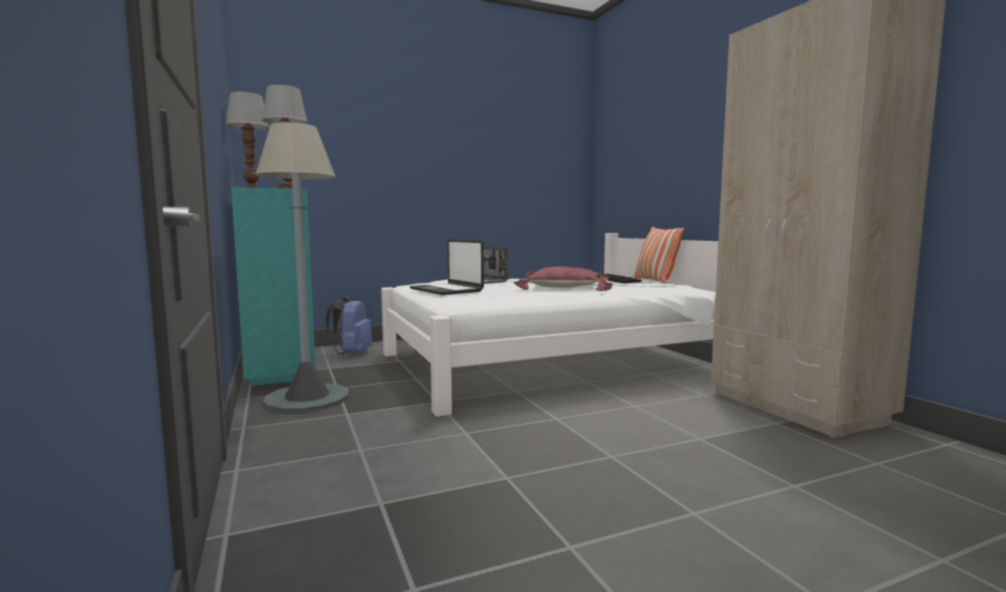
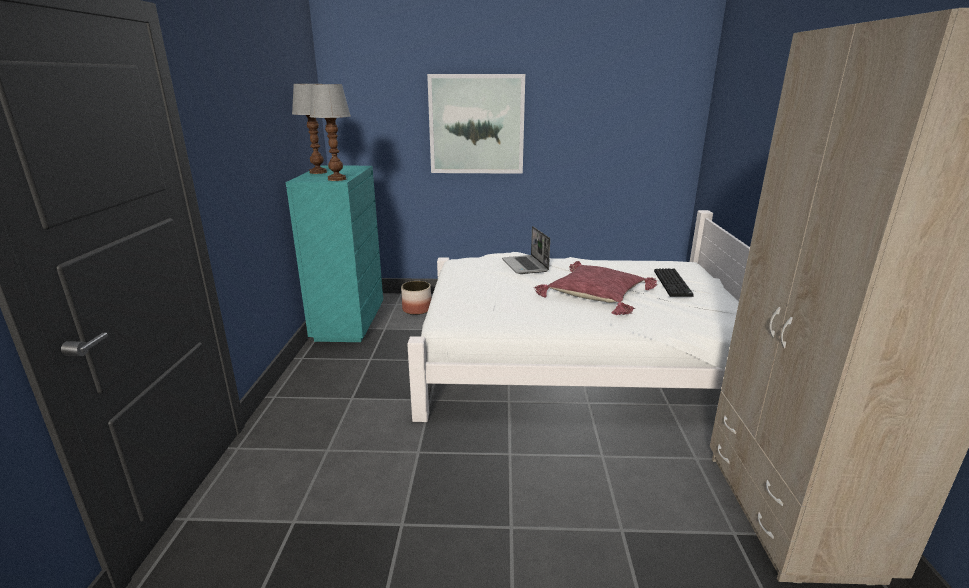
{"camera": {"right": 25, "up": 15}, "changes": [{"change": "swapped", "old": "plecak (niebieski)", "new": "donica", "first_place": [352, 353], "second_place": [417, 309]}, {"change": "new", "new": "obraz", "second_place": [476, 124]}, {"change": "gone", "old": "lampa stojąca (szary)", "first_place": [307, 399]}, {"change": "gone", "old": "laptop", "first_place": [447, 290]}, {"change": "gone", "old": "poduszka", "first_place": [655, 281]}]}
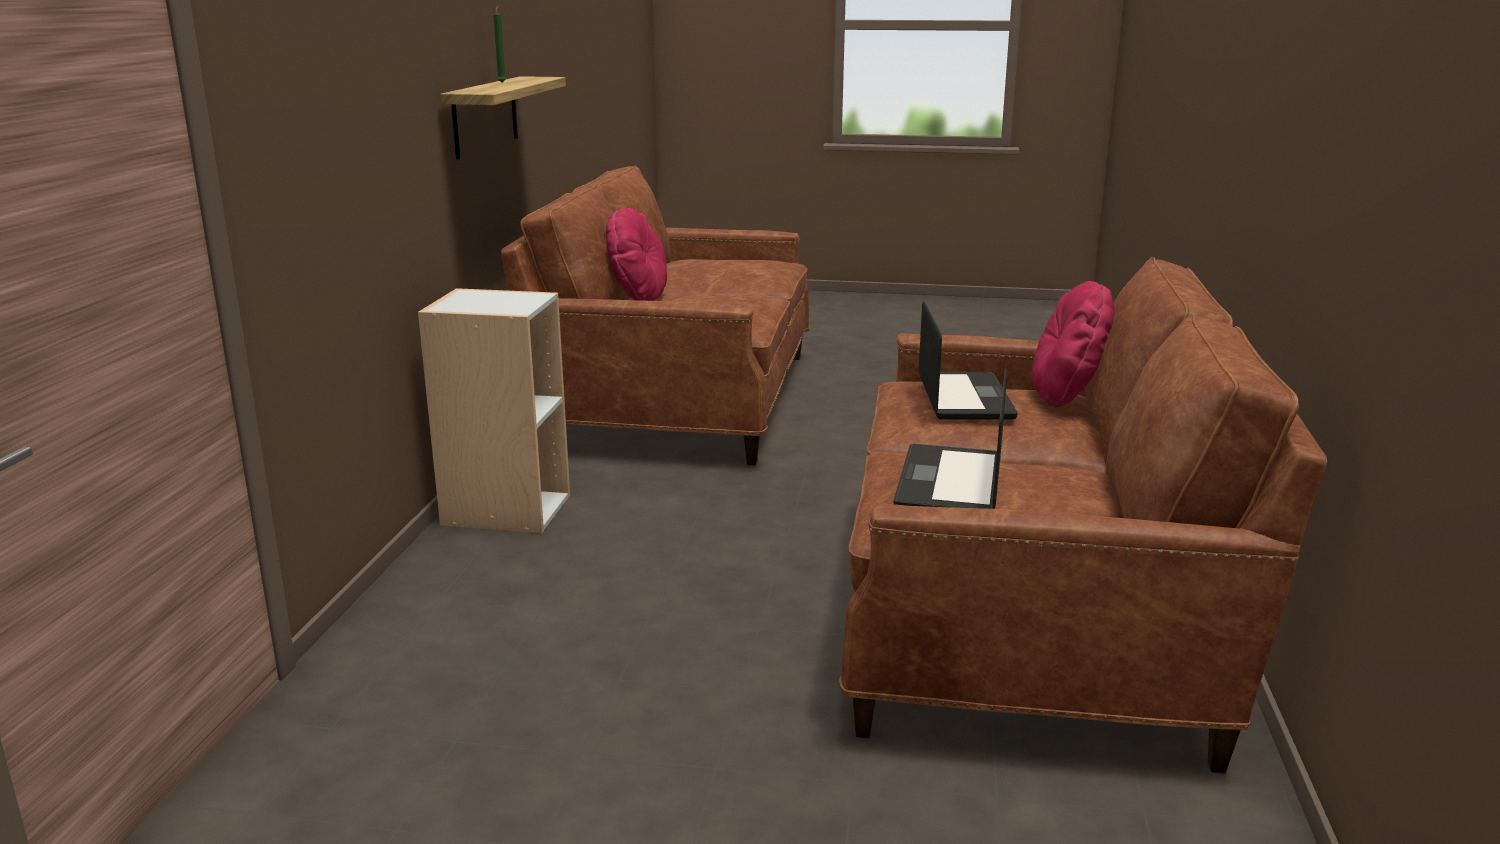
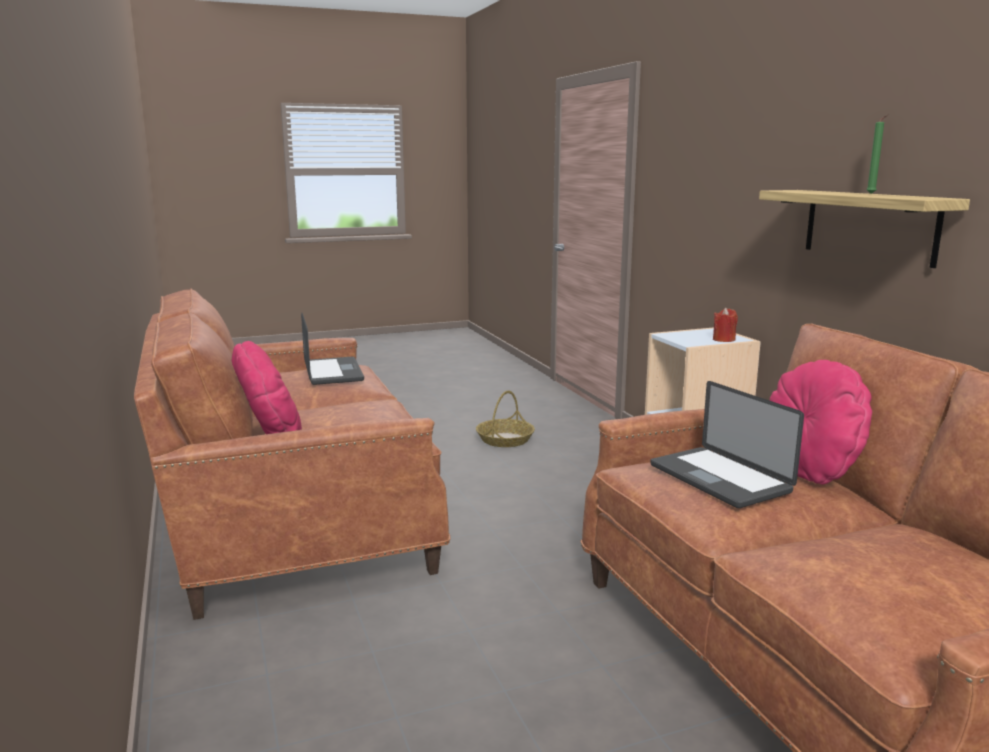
{"camera": {"right": 150, "up": -5}, "changes": [{"change": "new", "new": "koszyk", "second_place": [505, 439]}, {"change": "shifted", "old": "laptop", "first_place": [964, 398], "second_place": [719, 478]}, {"change": "new", "new": "świeca (czerwony)", "second_place": [723, 339]}]}
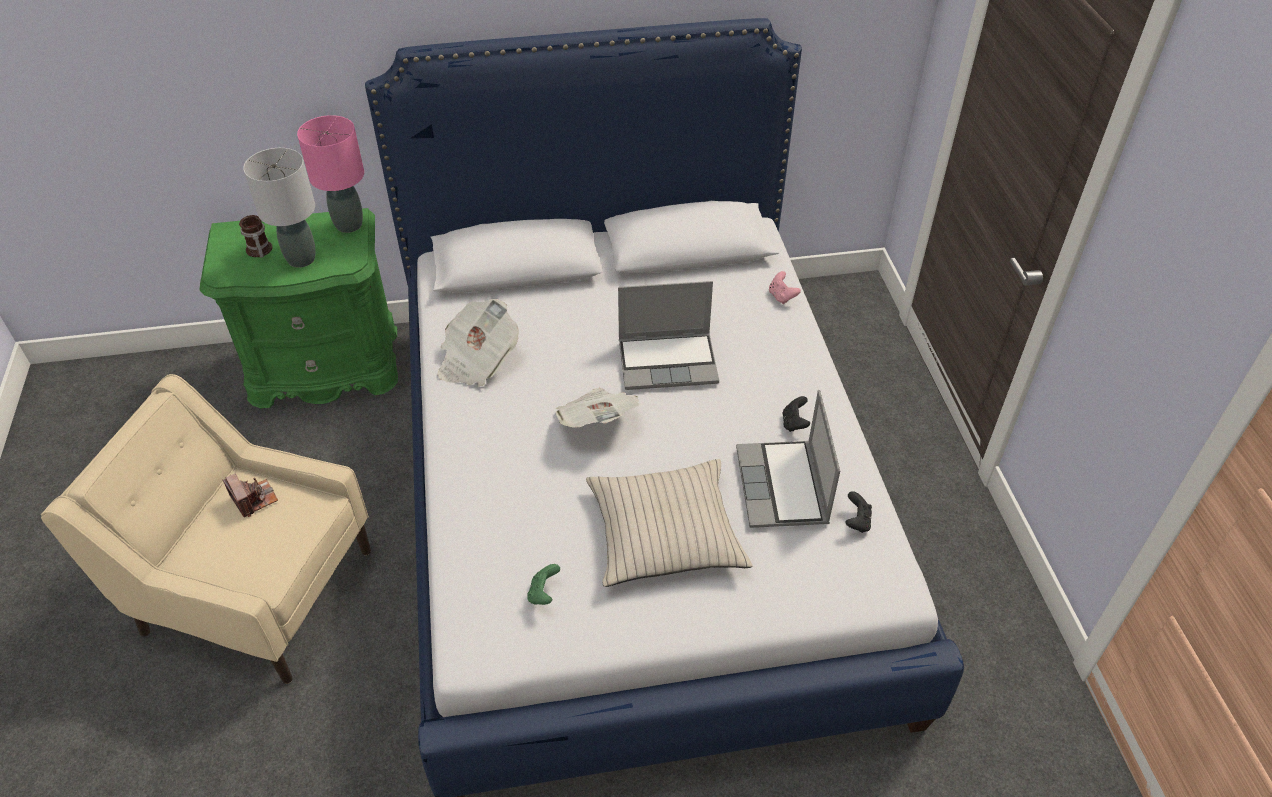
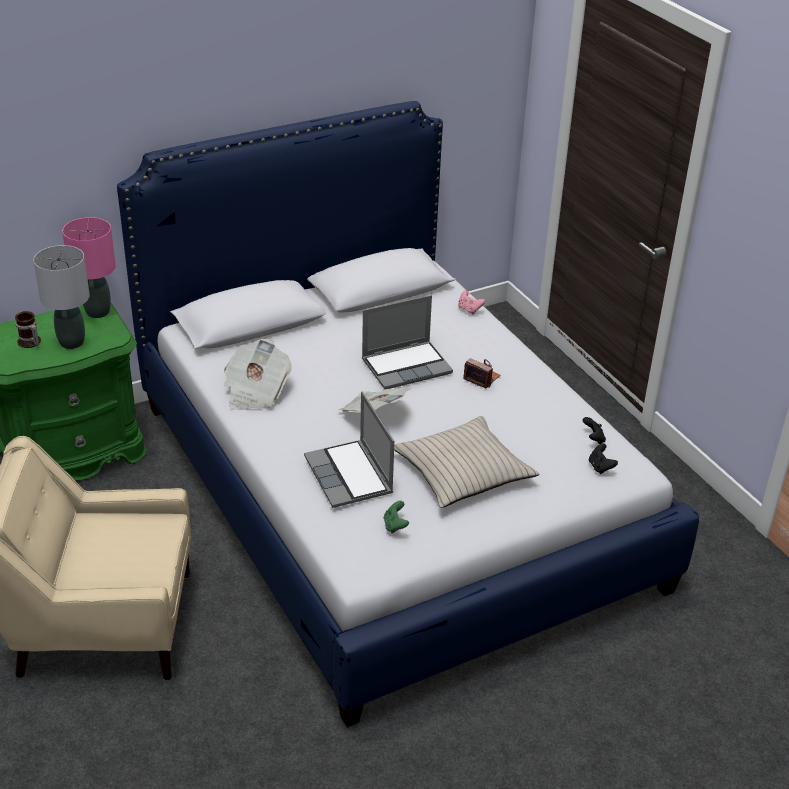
{"camera": {"right": -20, "up": -10}, "changes": [{"change": "shifted", "old": "laptop", "first_place": [783, 487], "second_place": [350, 476]}, {"change": "shifted", "old": "aparat fotograficzny", "first_place": [254, 499], "second_place": [482, 378]}, {"change": "shifted", "old": "pad do gier (czarny)", "first_place": [794, 423], "second_place": [600, 467]}]}
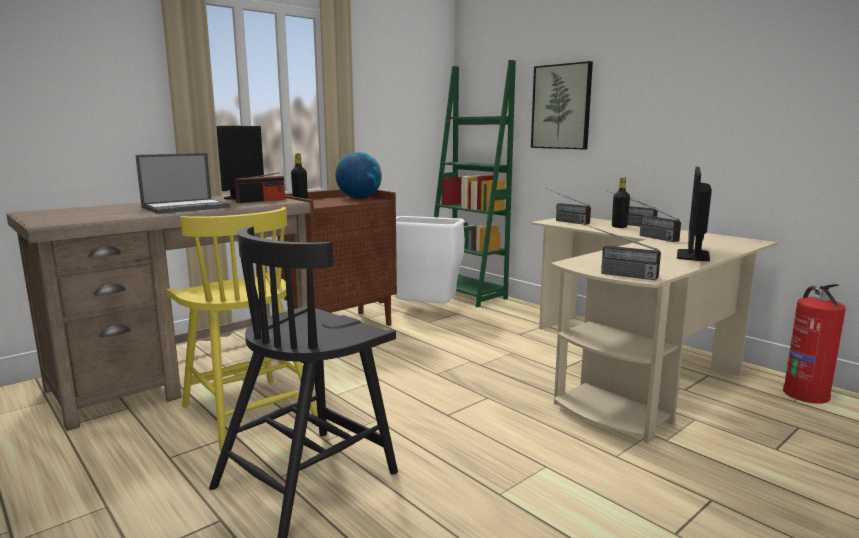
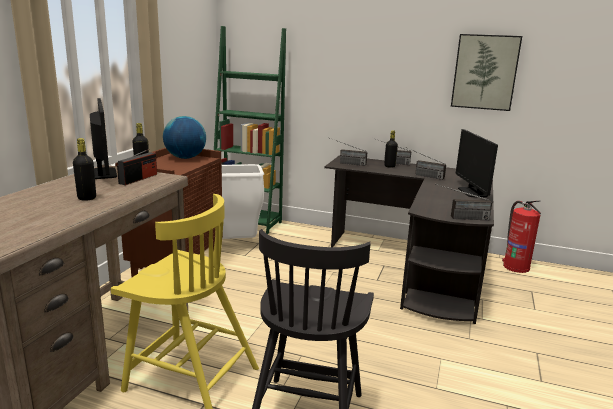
{"camera": {"right": -30, "up": 5}, "changes": [{"change": "swapped", "old": "laptop", "new": "butelka (czarny)", "first_place": [187, 207], "second_place": [87, 198]}, {"change": "repainted", "old": "biurko (beżowy)", "new": "biurko (czarny)", "first_place": [634, 366], "second_place": [416, 266]}, {"change": "shifted", "old": "obraz", "first_place": [561, 107], "second_place": [485, 72]}]}
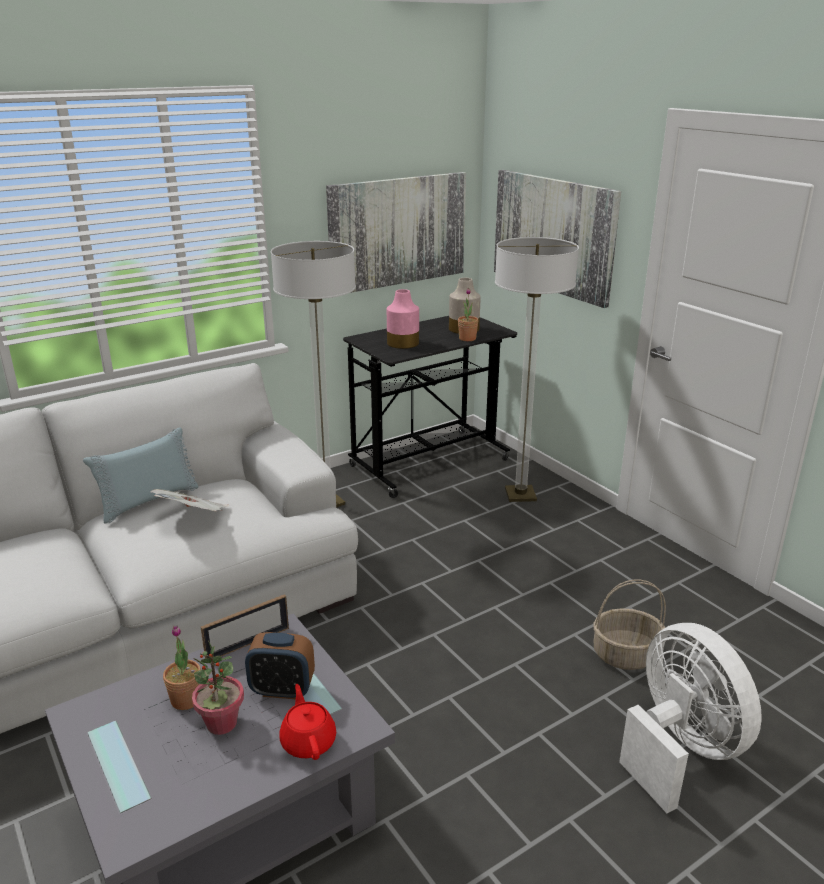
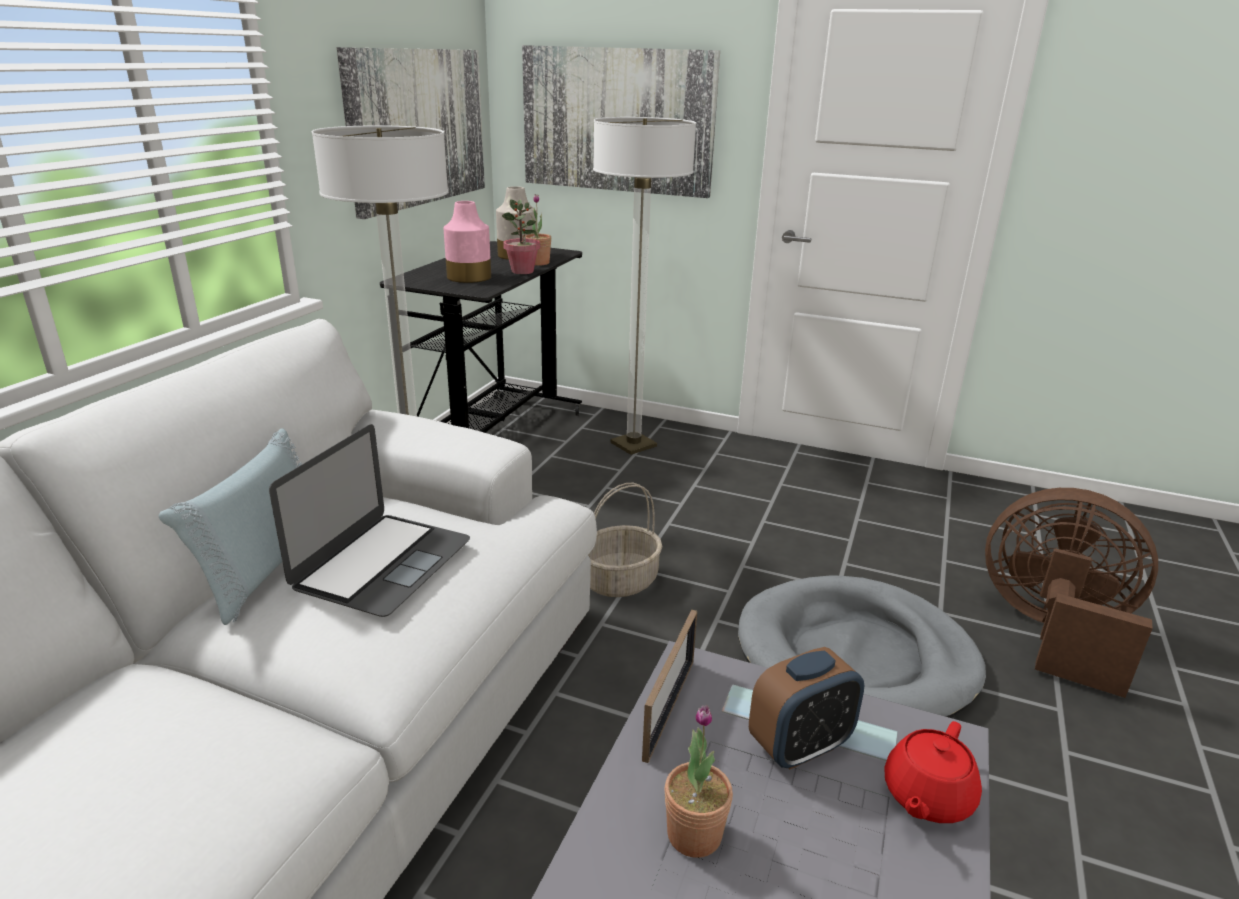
{"camera": {"right": -35, "up": 0}, "changes": [{"change": "swapped", "old": "gazeta", "new": "laptop", "first_place": [194, 517], "second_place": [383, 563]}, {"change": "shifted", "old": "roślina doniczkowa", "first_place": [221, 723], "second_place": [522, 271]}, {"change": "shifted", "old": "koszyk", "first_place": [626, 654], "second_place": [620, 580]}, {"change": "new", "new": "legowisko (szary)", "second_place": [856, 658]}, {"change": "rotated", "old": "imbryk (czerwony)", "first_place": [308, 741], "second_place": [926, 796], "degrees": -90}, {"change": "repainted", "old": "wentylator (biały)", "new": "wentylator (brązowy)", "first_place": [679, 749], "second_place": [1053, 632]}]}
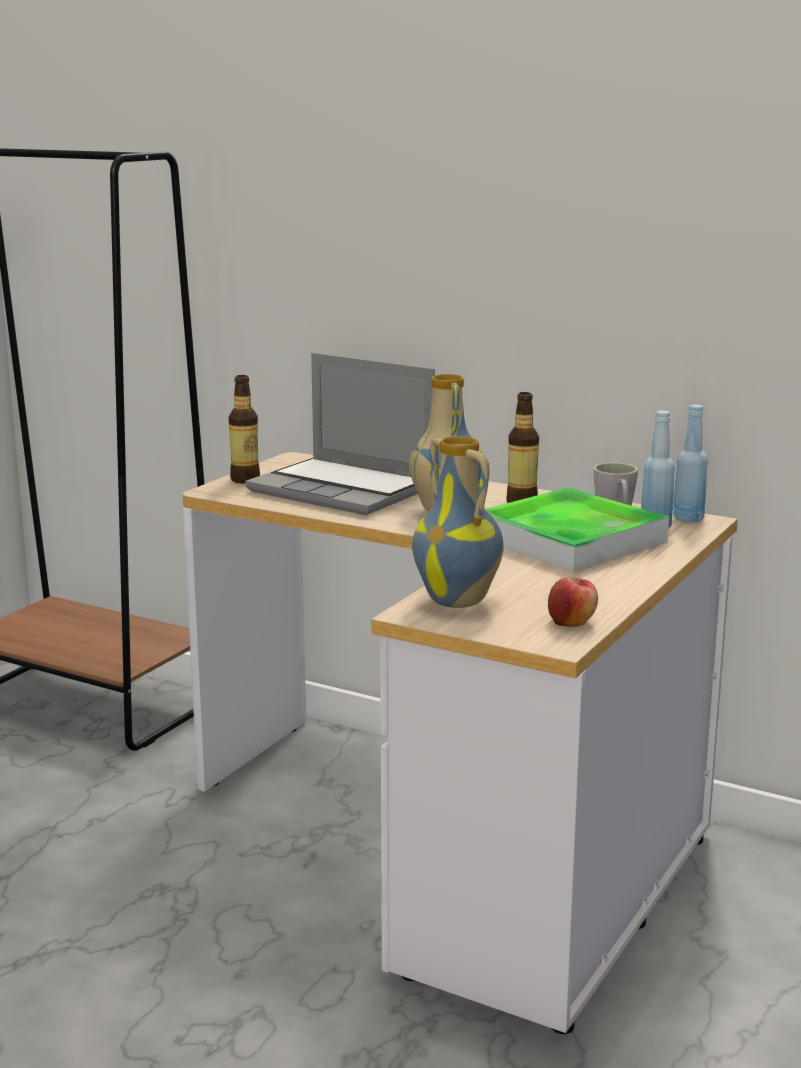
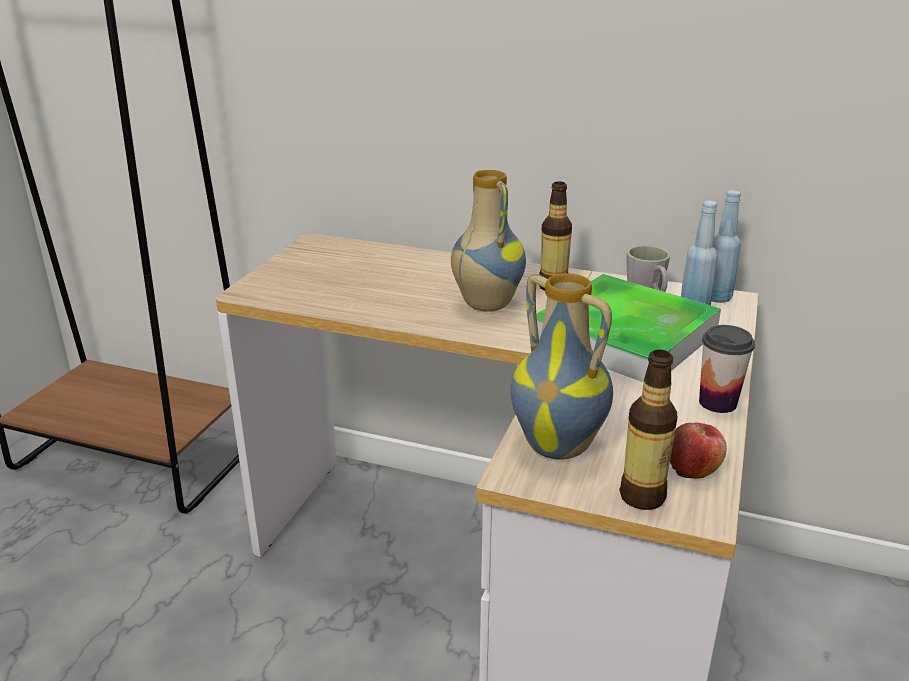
{"camera": {"right": -10, "up": 10}, "changes": [{"change": "shifted", "old": "butelka", "first_place": [245, 479], "second_place": [642, 496]}, {"change": "new", "new": "filiżanka", "second_place": [717, 403]}, {"change": "gone", "old": "laptop", "first_place": [344, 490]}]}
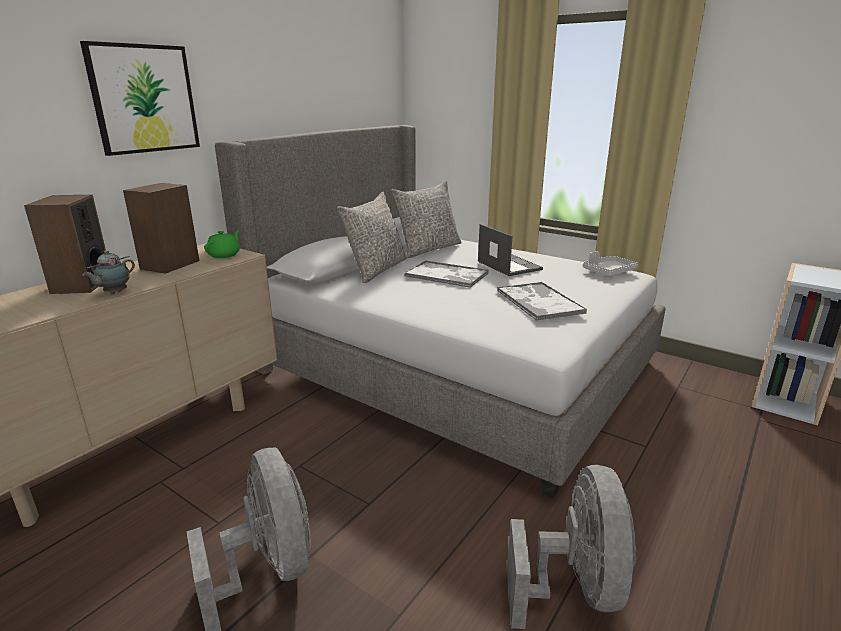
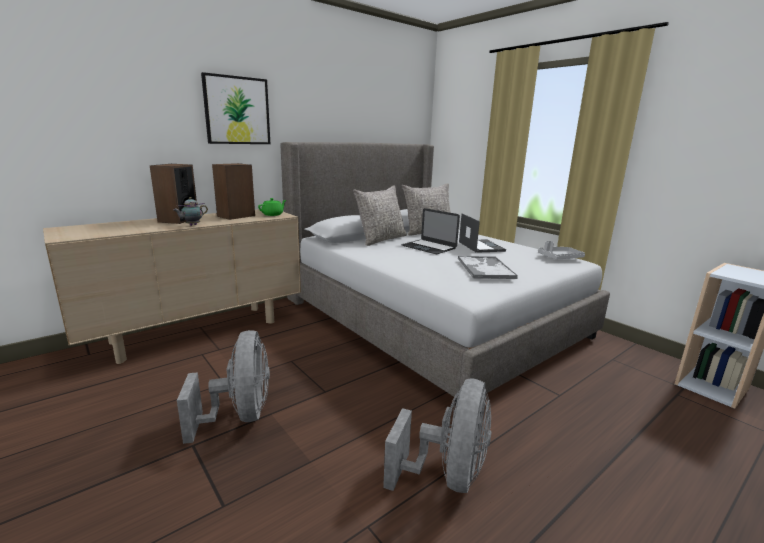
{"camera": {"right": 15, "up": -5}, "changes": [{"change": "swapped", "old": "taca", "new": "laptop", "first_place": [447, 275], "second_place": [429, 247]}]}
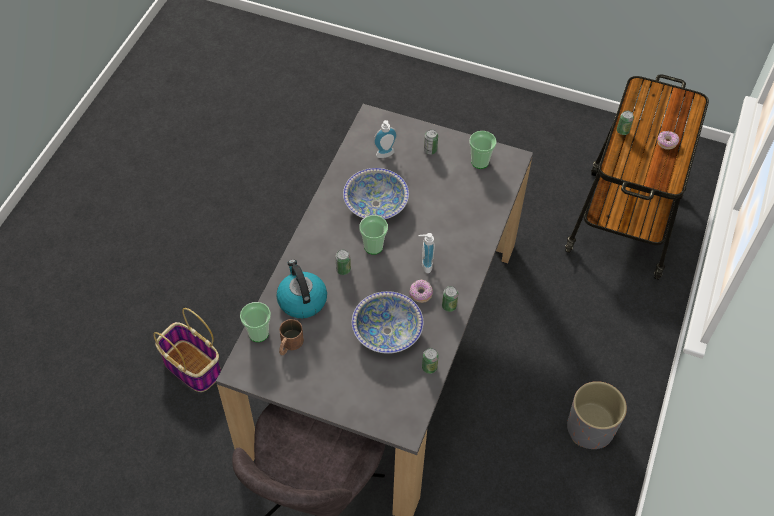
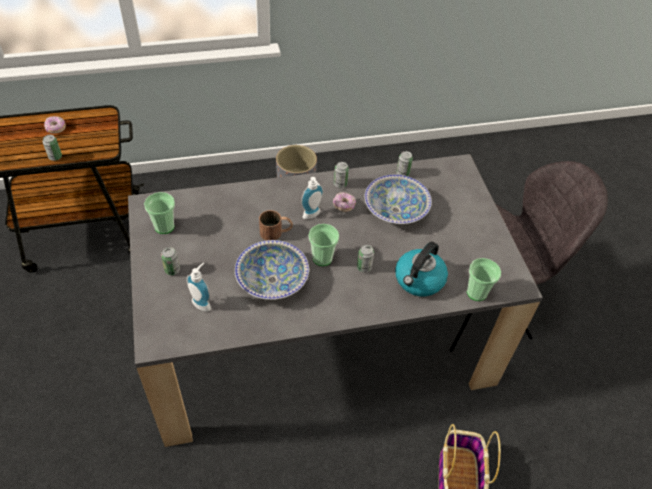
{"camera": {"right": -125, "up": -5}, "changes": [{"change": "shifted", "old": "kubek (brązowy)", "first_place": [289, 345], "second_place": [276, 232]}]}
